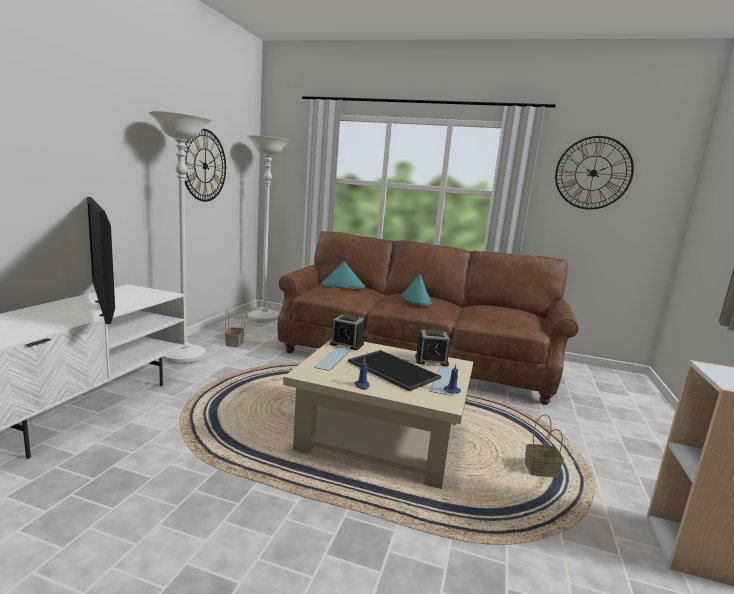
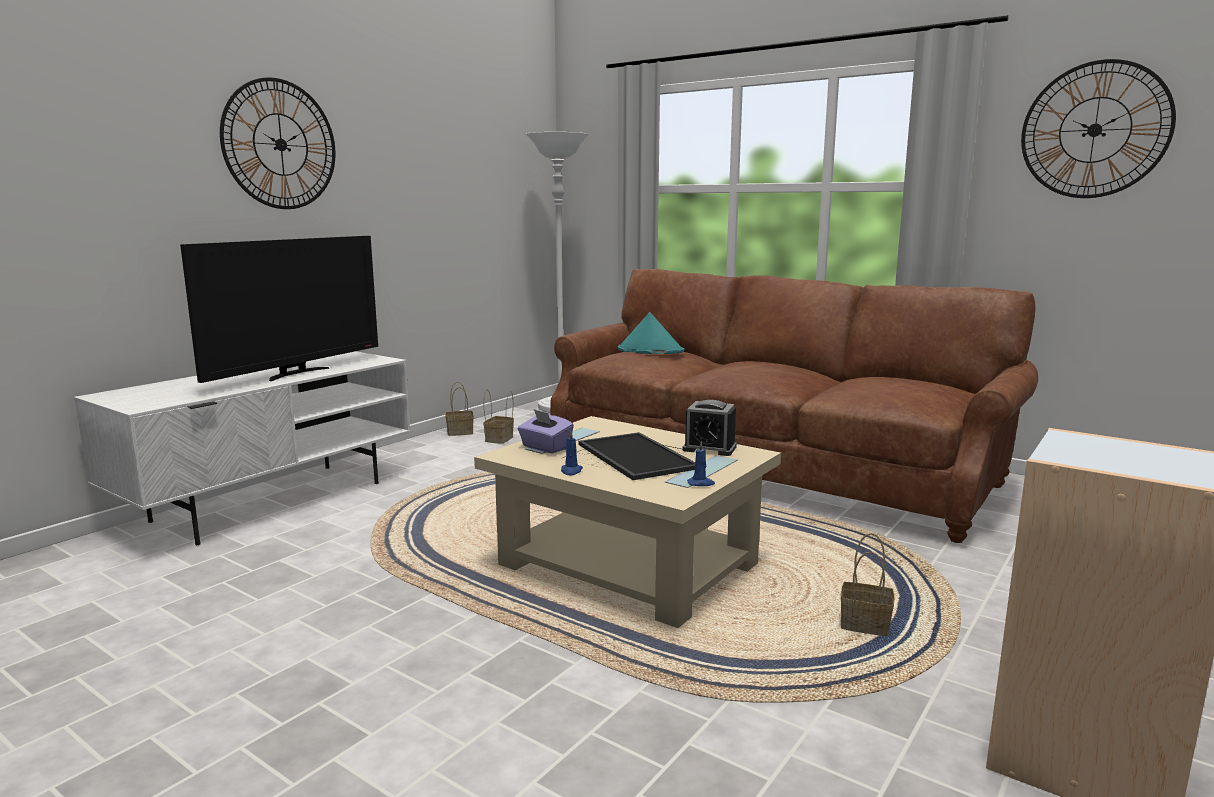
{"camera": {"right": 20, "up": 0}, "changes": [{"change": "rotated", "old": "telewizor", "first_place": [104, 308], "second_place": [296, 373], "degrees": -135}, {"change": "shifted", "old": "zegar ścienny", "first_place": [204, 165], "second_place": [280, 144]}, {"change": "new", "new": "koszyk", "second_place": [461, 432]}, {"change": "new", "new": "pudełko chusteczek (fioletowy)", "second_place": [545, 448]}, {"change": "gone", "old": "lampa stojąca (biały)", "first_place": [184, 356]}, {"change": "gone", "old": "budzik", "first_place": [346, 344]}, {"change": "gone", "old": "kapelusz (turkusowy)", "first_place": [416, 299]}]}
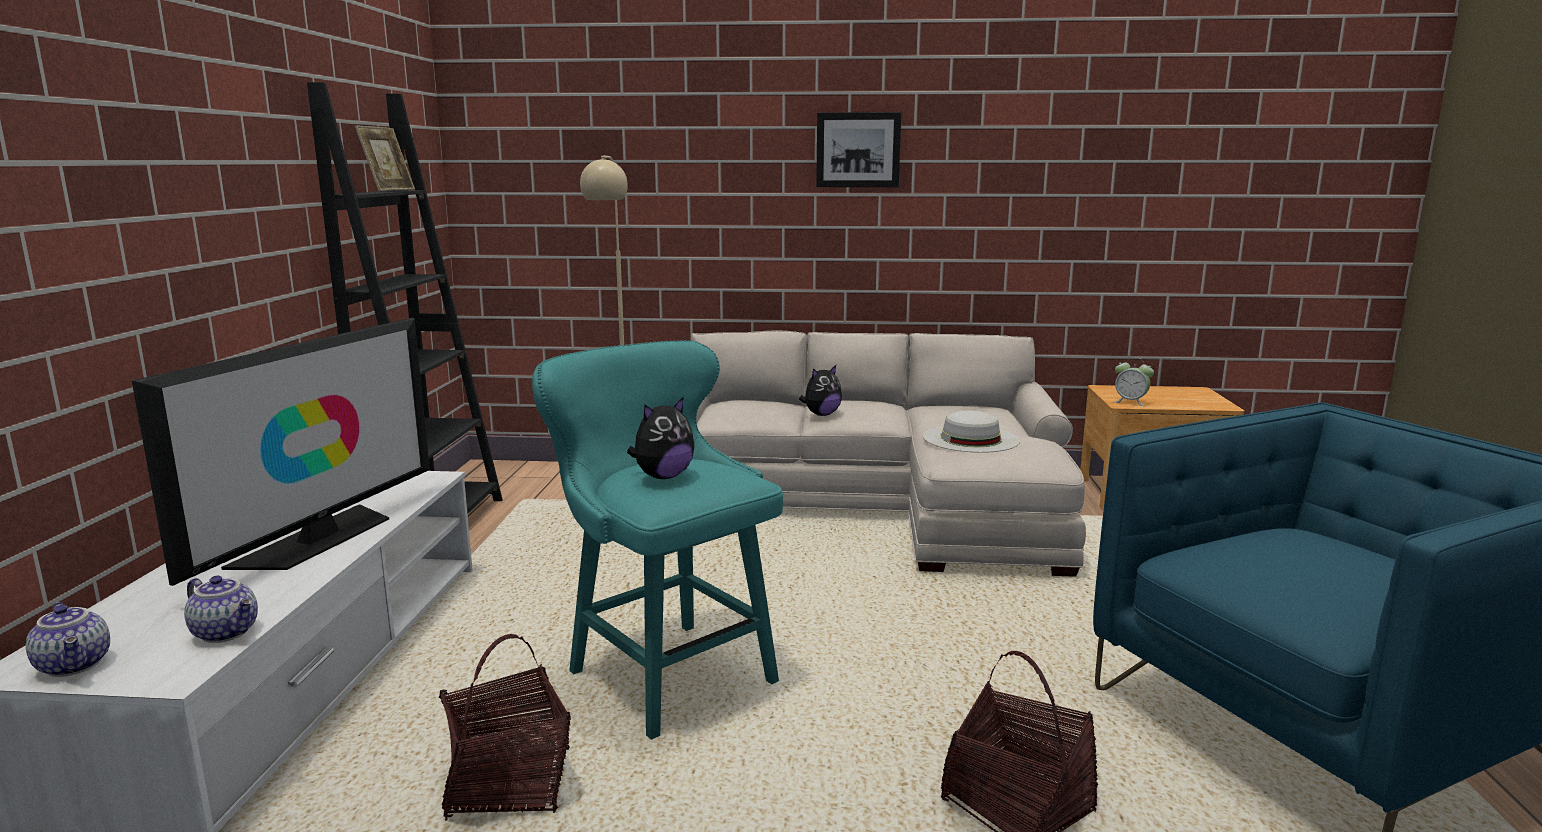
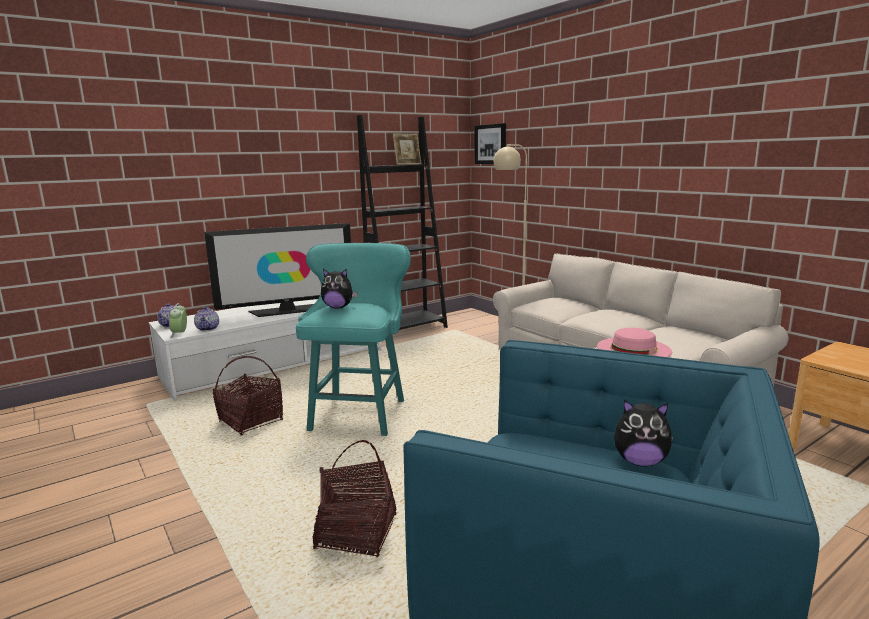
{"camera": {"right": 50, "up": 0}, "changes": [{"change": "shifted", "old": "budzik", "first_place": [1130, 402], "second_place": [180, 334]}, {"change": "shifted", "old": "obraz", "first_place": [858, 150], "second_place": [490, 144]}, {"change": "repainted", "old": "kapelusz (biały)", "new": "kapelusz (różowy)", "first_place": [970, 438], "second_place": [633, 349]}, {"change": "shifted", "old": "pluszak", "first_place": [821, 414], "second_place": [640, 461]}]}
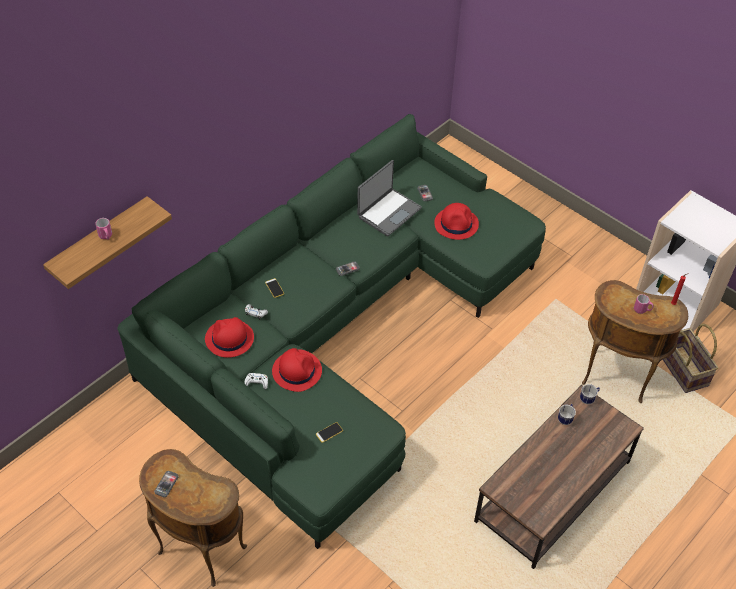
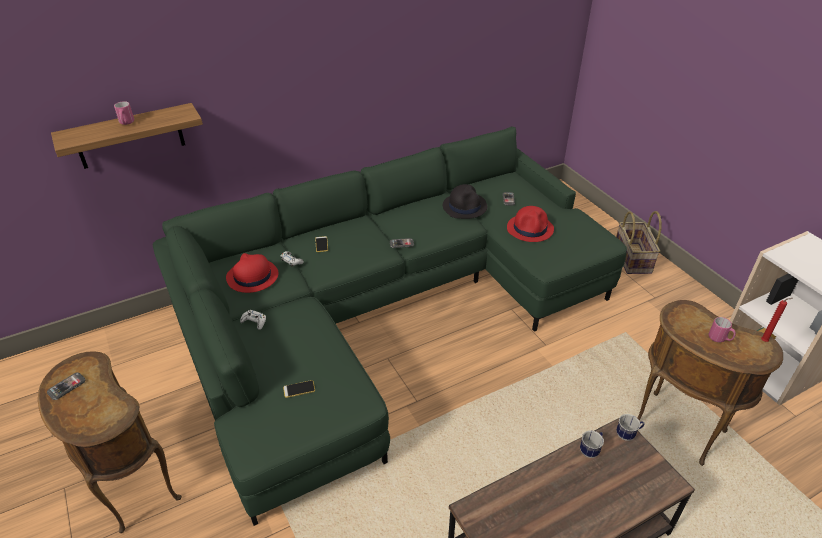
{"camera": {"right": 20, "up": -10}, "changes": [{"change": "swapped", "old": "laptop", "new": "kapelusz (czarny)", "first_place": [388, 212], "second_place": [465, 206]}, {"change": "shifted", "old": "koszyk", "first_place": [684, 370], "second_place": [633, 259]}, {"change": "gone", "old": "kapelusz (czerwony)", "first_place": [296, 371]}]}
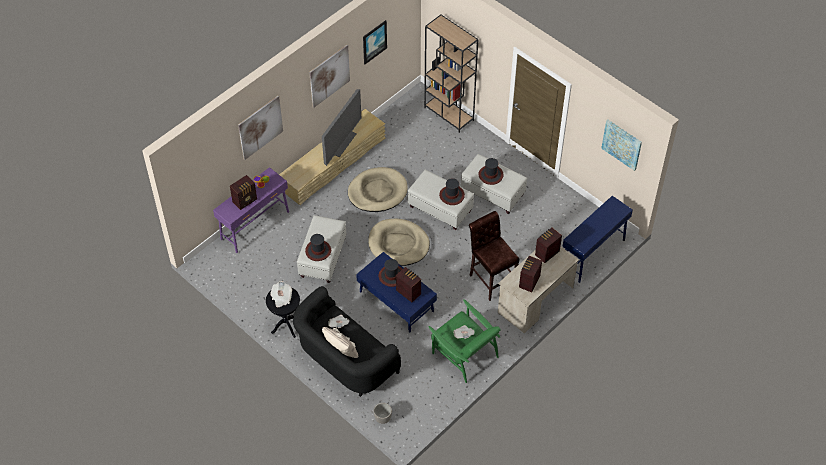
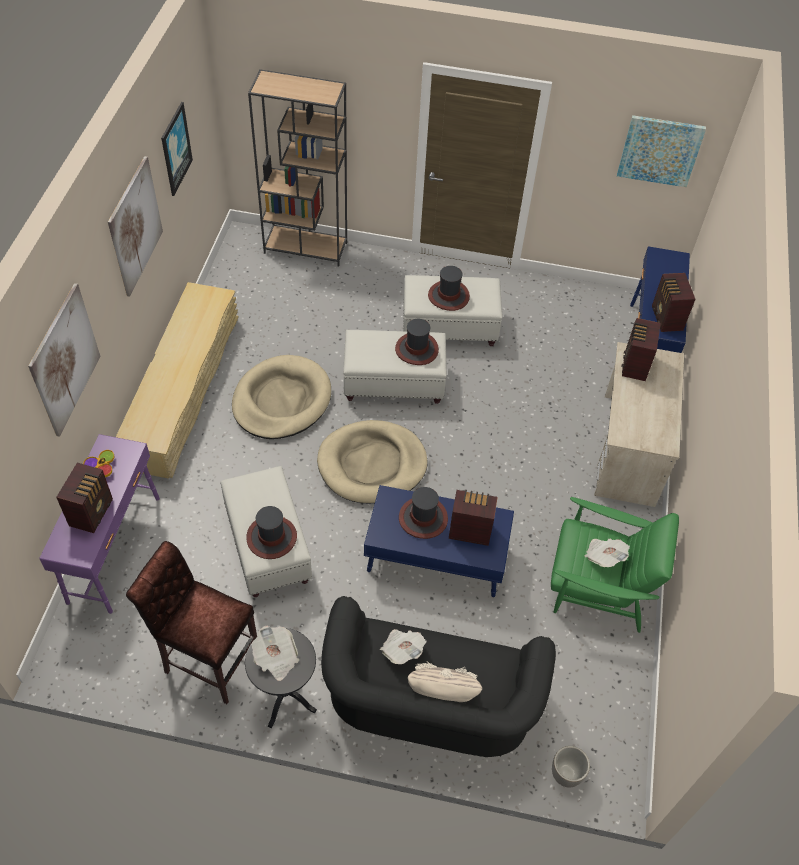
{"camera": {"right": -35, "up": 0}, "changes": [{"change": "shifted", "old": "stołek (brązowy)", "first_place": [491, 279], "second_place": [207, 658]}, {"change": "shifted", "old": "radio", "first_place": [528, 282], "second_place": [666, 319]}, {"change": "gone", "old": "telewizor", "first_place": [341, 142]}]}
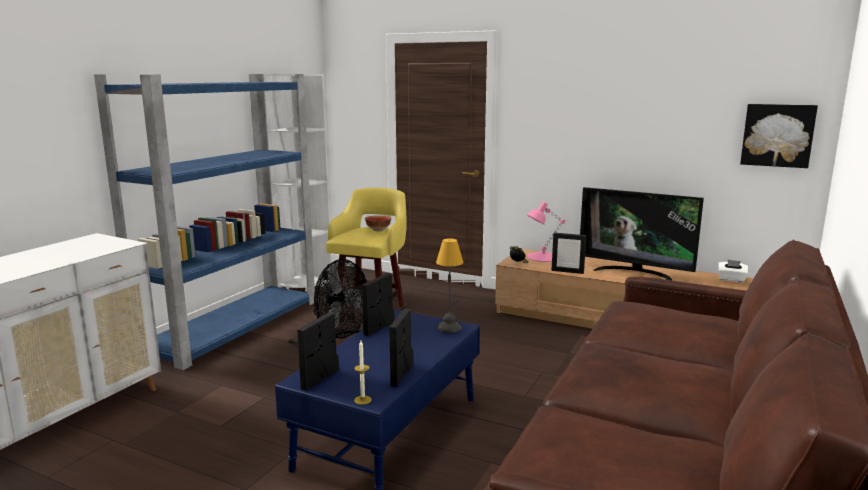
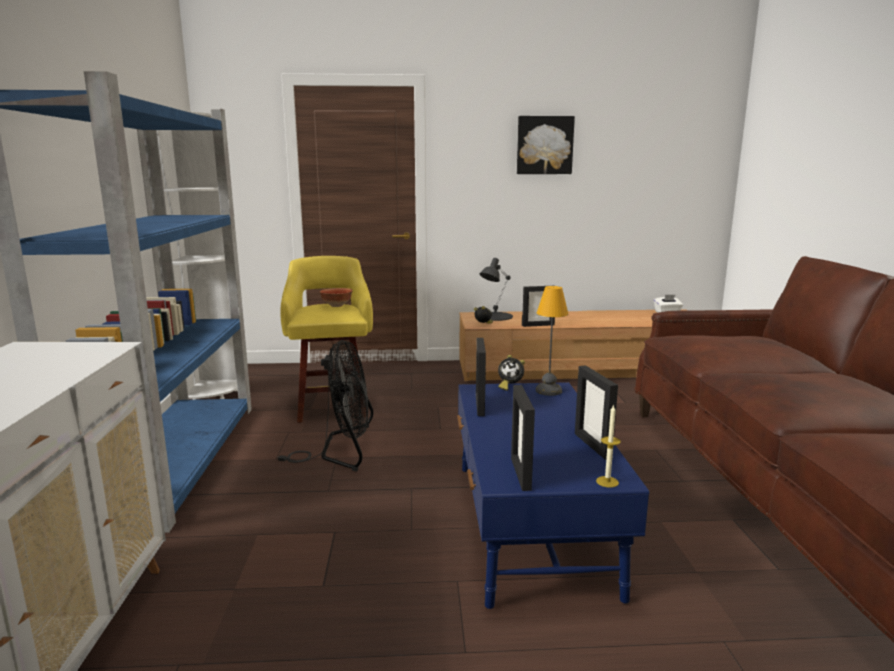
{"camera": {"right": -30, "up": 0}, "changes": [{"change": "repainted", "old": "lampa stołowa (różowy)", "new": "lampa stołowa (czarny)", "first_place": [542, 257], "second_place": [494, 316]}, {"change": "new", "new": "budzik", "second_place": [509, 386]}, {"change": "shifted", "old": "obraz", "first_place": [777, 135], "second_place": [544, 145]}, {"change": "gone", "old": "telewizor", "first_place": [635, 272]}]}
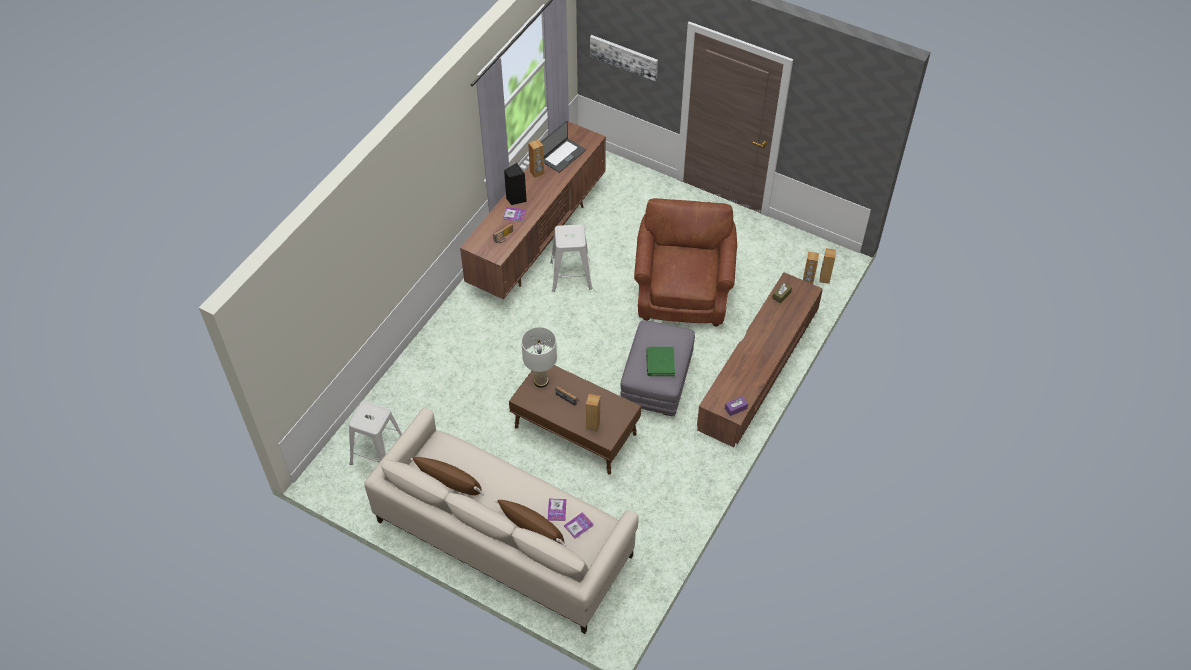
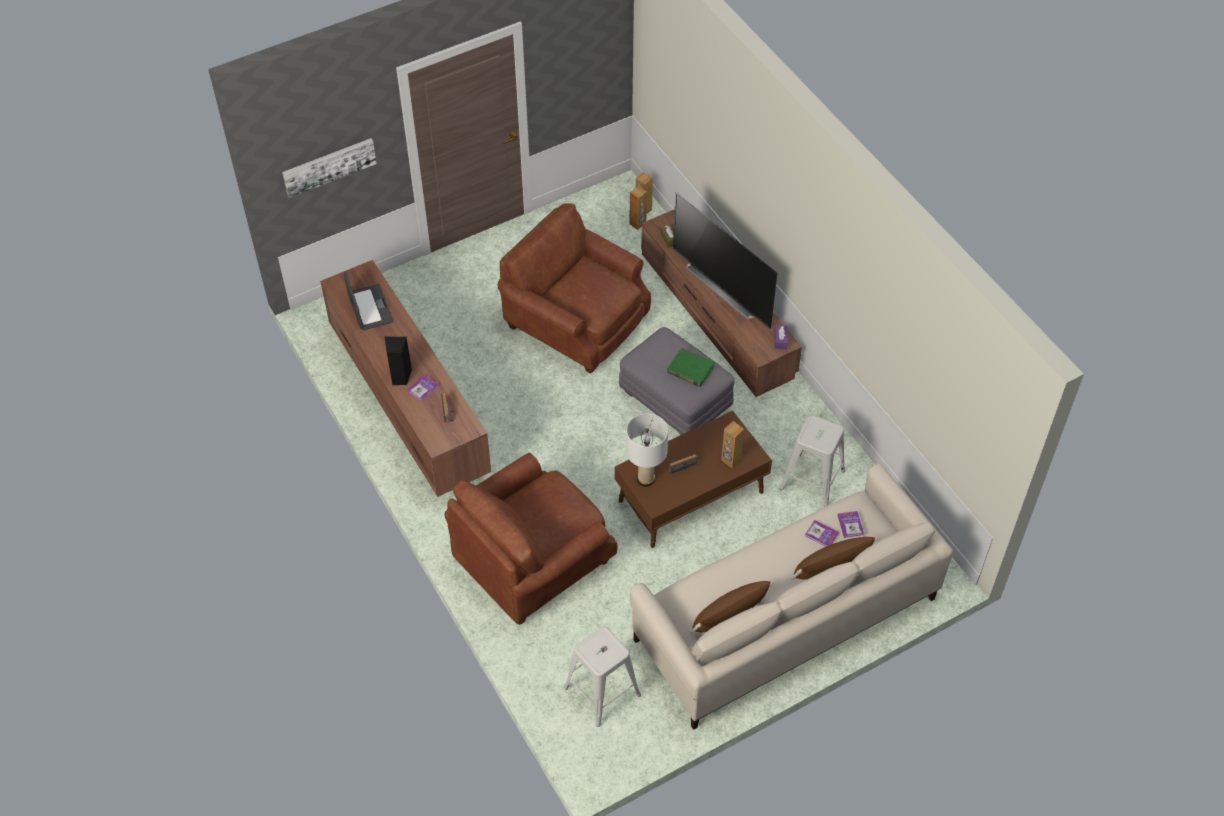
{"camera": {"right": -60, "up": 0}, "changes": [{"change": "new", "new": "fotel (brązowy)", "second_place": [533, 561]}, {"change": "new", "new": "telewizor", "second_place": [725, 287]}, {"change": "shifted", "old": "stołek (biały)", "first_place": [571, 275], "second_place": [812, 480]}, {"change": "gone", "old": "głośnik (brązowy)", "first_place": [537, 173]}]}
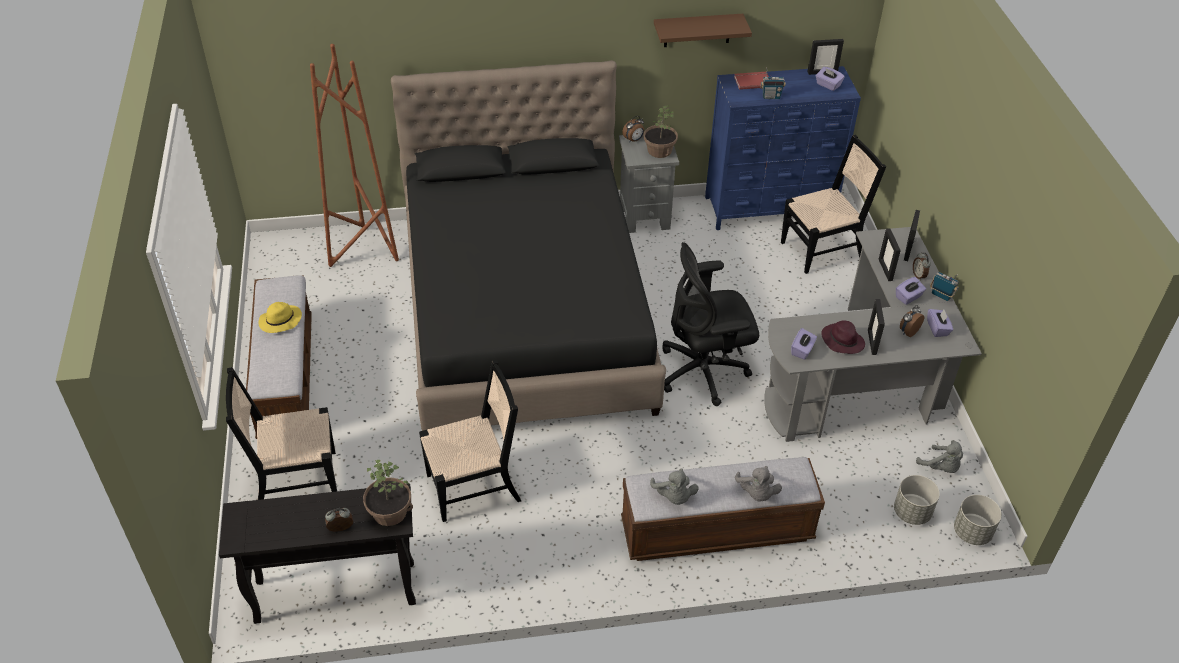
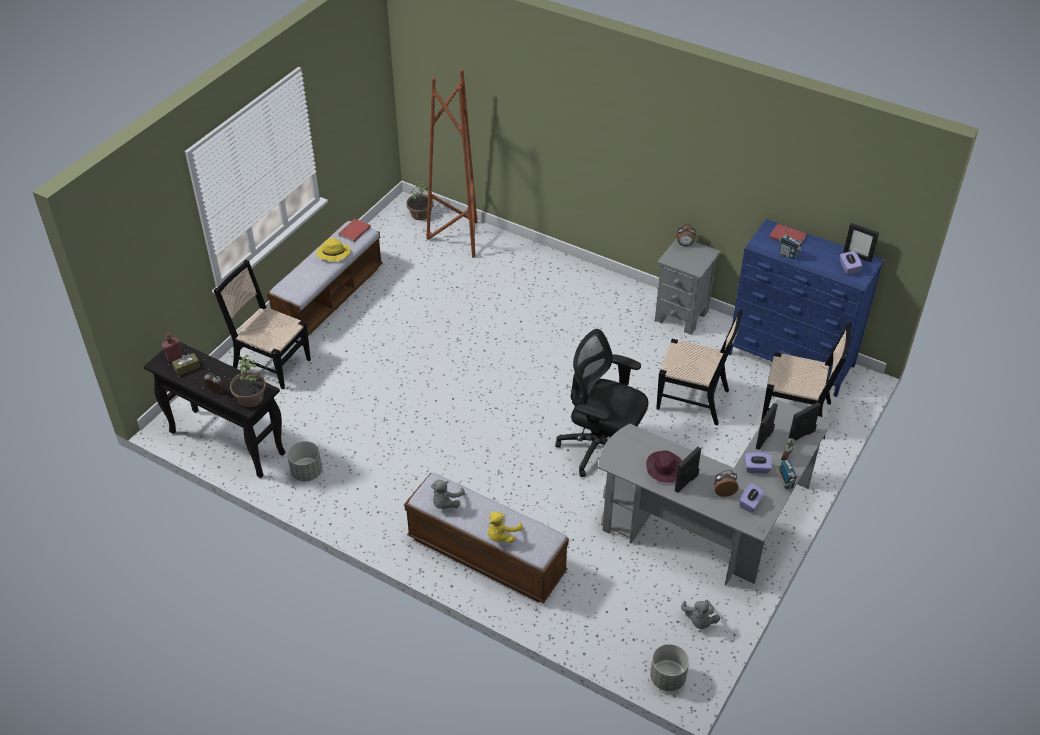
{"camera": {"right": 40, "up": 0}, "changes": [{"change": "new", "new": "butelka (czerwony)", "second_place": [174, 357]}, {"change": "new", "new": "pudełko chusteczek (brązowy)", "second_place": [187, 368]}, {"change": "shifted", "old": "donica (szary)", "first_place": [912, 512], "second_place": [307, 472]}, {"change": "new", "new": "książka (czerwony)", "second_place": [353, 231]}, {"change": "shifted", "old": "roślina doniczkowa", "first_place": [659, 150], "second_place": [420, 214]}, {"change": "repainted", "old": "pluszak (szary)", "new": "pluszak (żółty)", "first_place": [756, 493], "second_place": [501, 536]}, {"change": "shifted", "old": "krzesło", "first_place": [473, 487], "second_place": [692, 400]}, {"change": "gone", "old": "łóżko (czarny)", "first_place": [526, 310]}, {"change": "gone", "old": "półka (brązowy)", "first_place": [697, 30]}, {"change": "gone", "old": "pudełko chusteczek (fioletowy)", "first_place": [802, 350]}]}
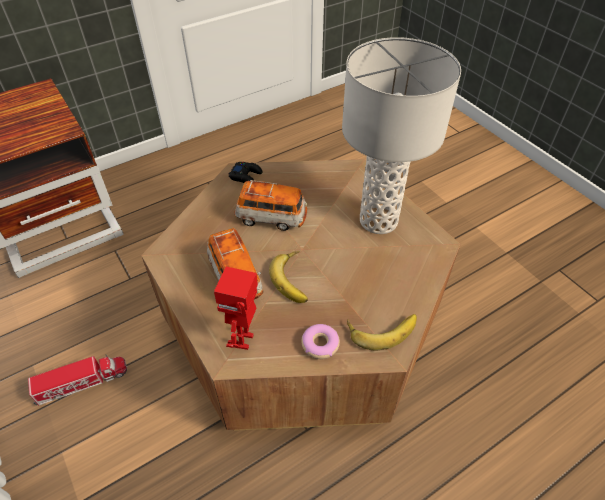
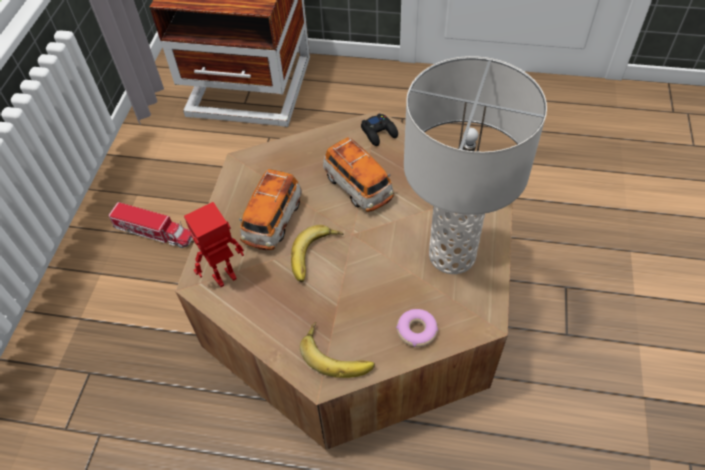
{"camera": {"right": 45, "up": 5}, "changes": [{"change": "shifted", "old": "donut", "first_place": [320, 344], "second_place": [416, 330]}]}
